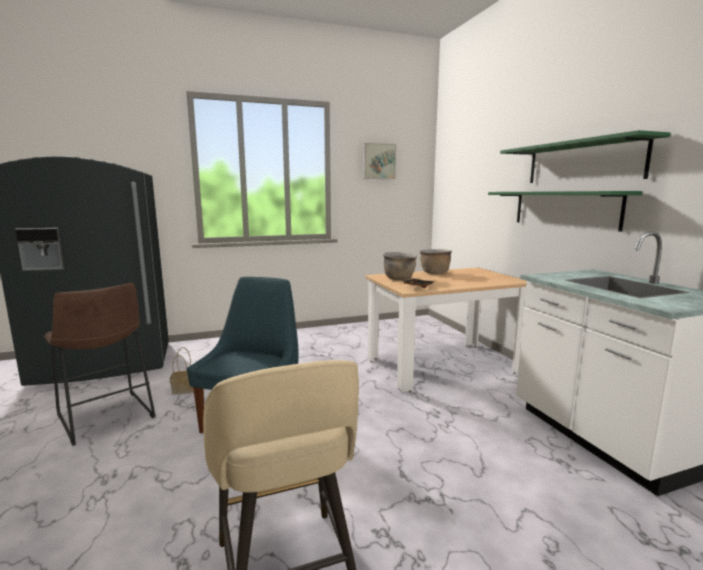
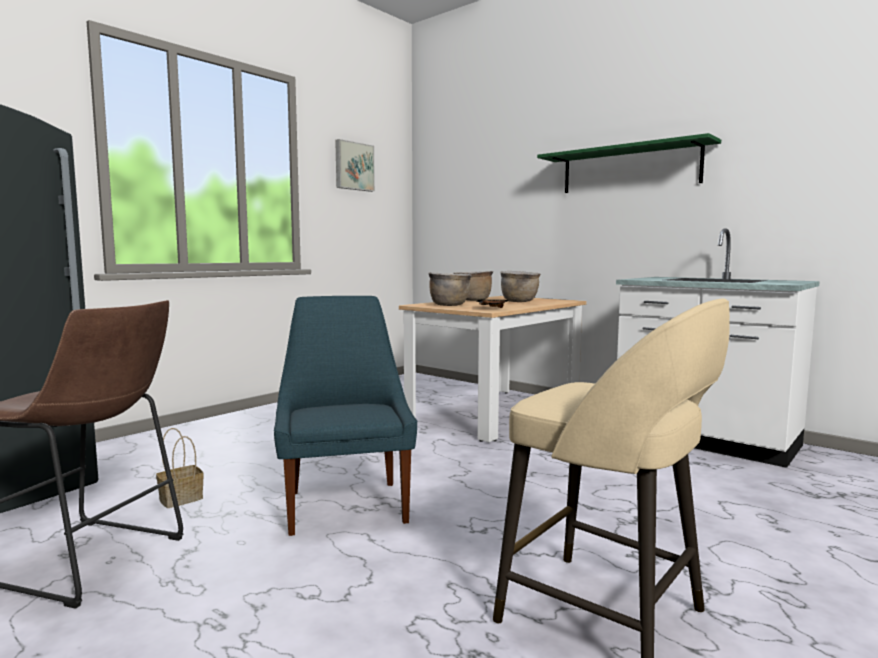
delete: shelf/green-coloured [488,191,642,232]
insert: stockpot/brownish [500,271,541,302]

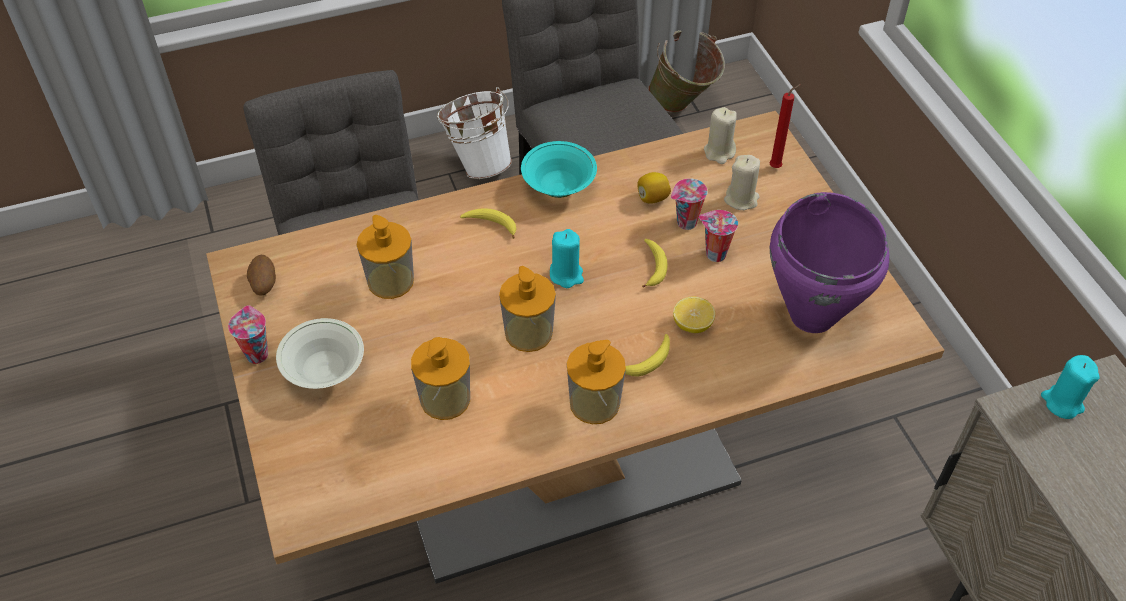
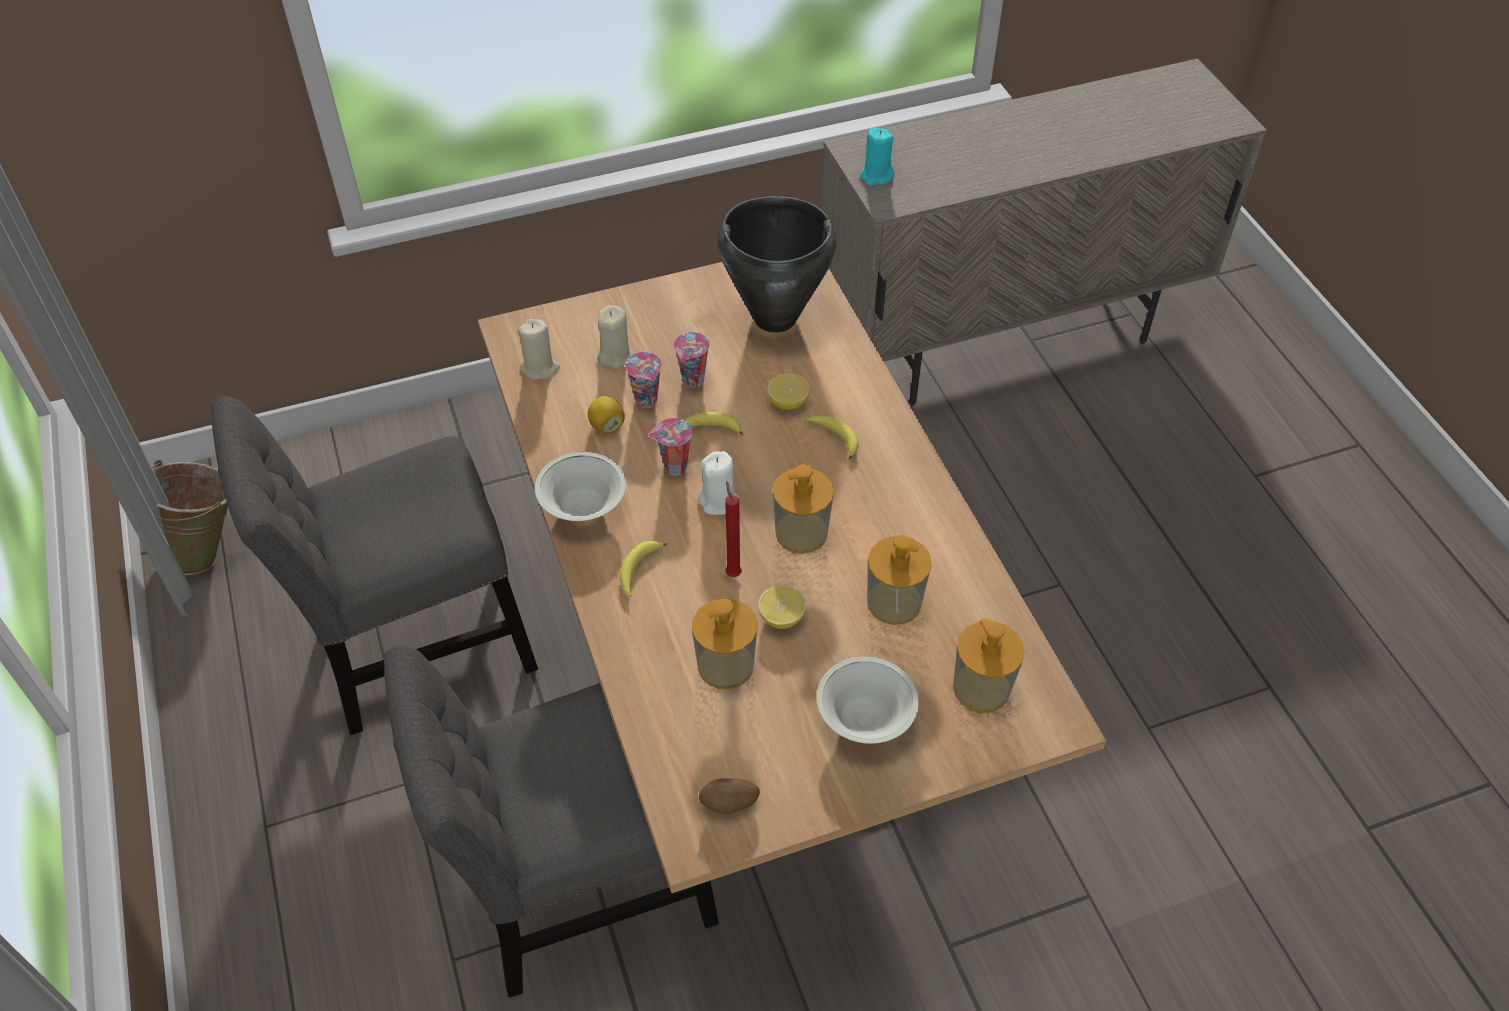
delete: bucket/white-coloured [437,87,512,179]
insert: citrus fruit [758,585,806,629]
move: wax candle/red [769,84,801,168] to [725,481,742,577]; drinking cup [228,305,268,364] to [648,418,693,475]; liquid soap bottle [567,340,626,424] to [953,618,1025,713]
recolor: serving bowl/turquoise-coloured [521,141,597,198] to serving bowl/white-coloured [535,452,626,521]; stockpot/purple-coloured [770,192,890,333] to stockpot/black-coloured [718,196,836,333]; wax candle/turquoise-coloured [550,229,584,288] to wax candle/white-coloured [698,451,740,515]

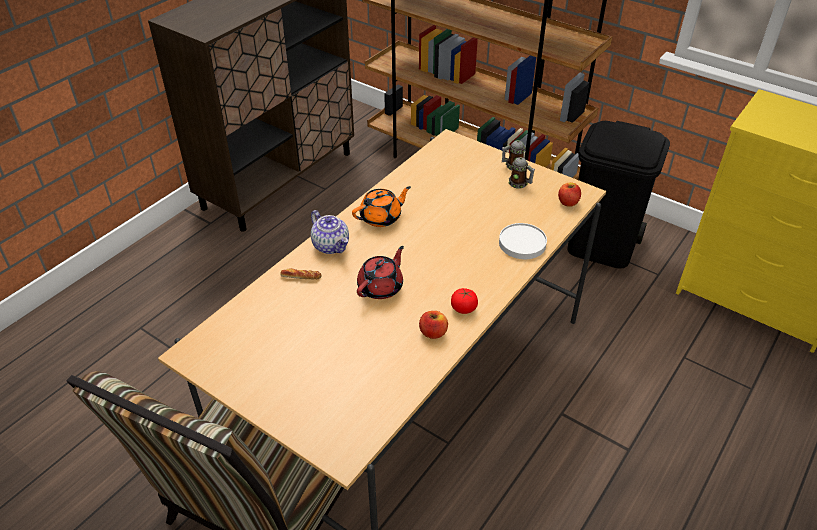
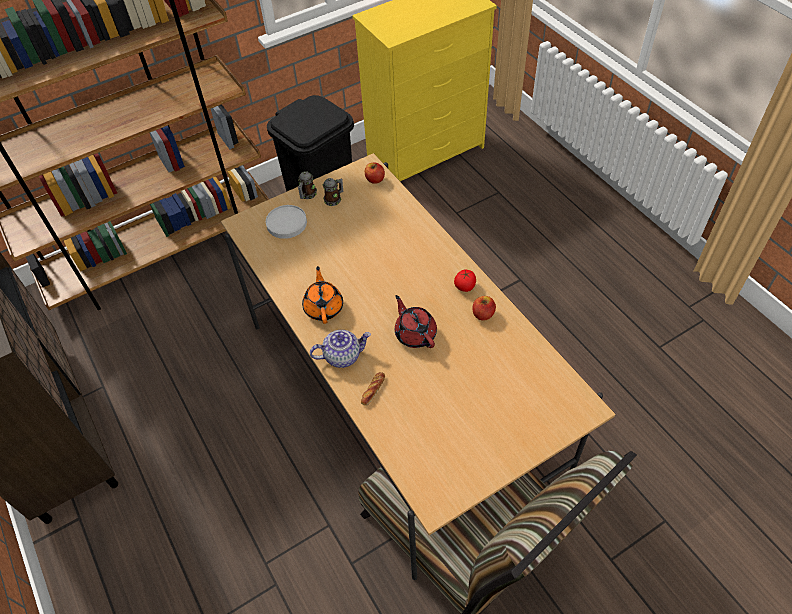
move: dinner plate/white-coloured [499,223,547,259] to [266,205,307,239]

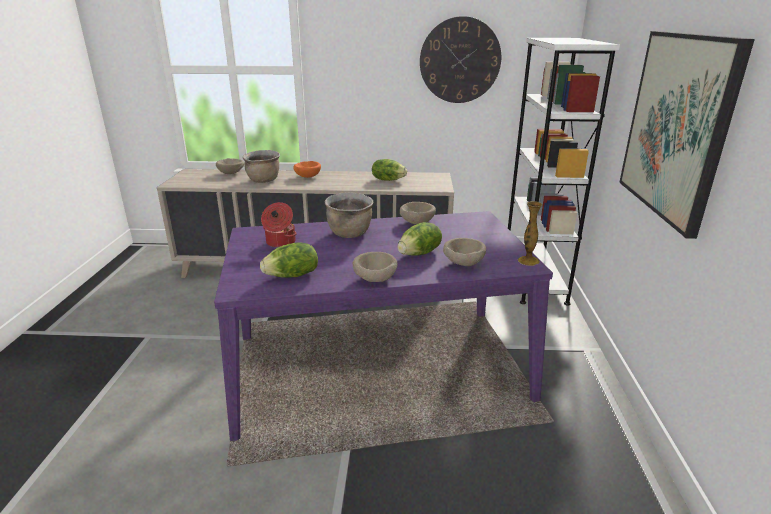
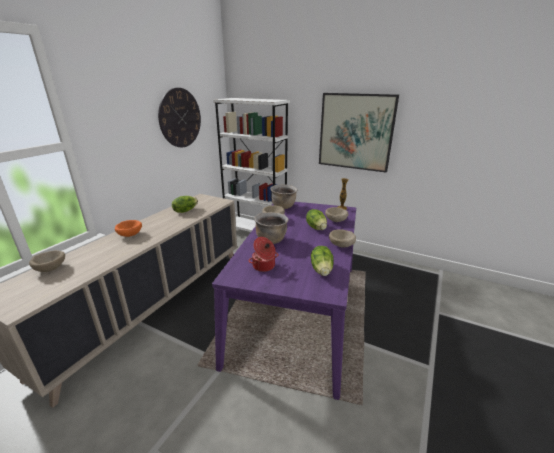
move: stockpot/brownish [242,150,280,183] to [271,184,297,209]

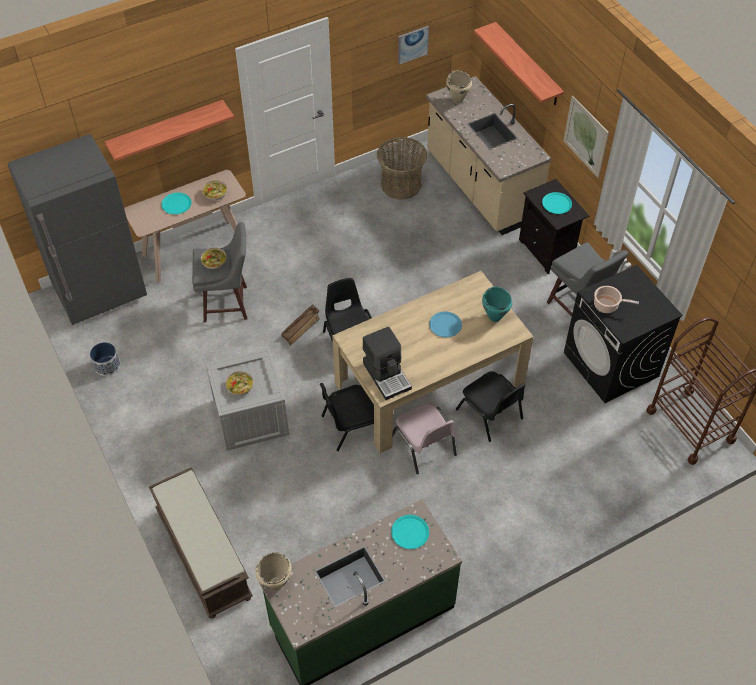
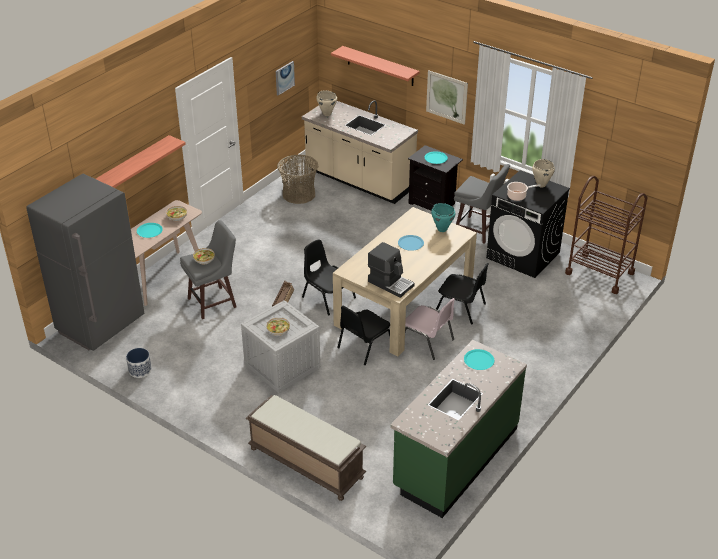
move: stockpot/beige [255,553,292,590] to [532,159,555,187]

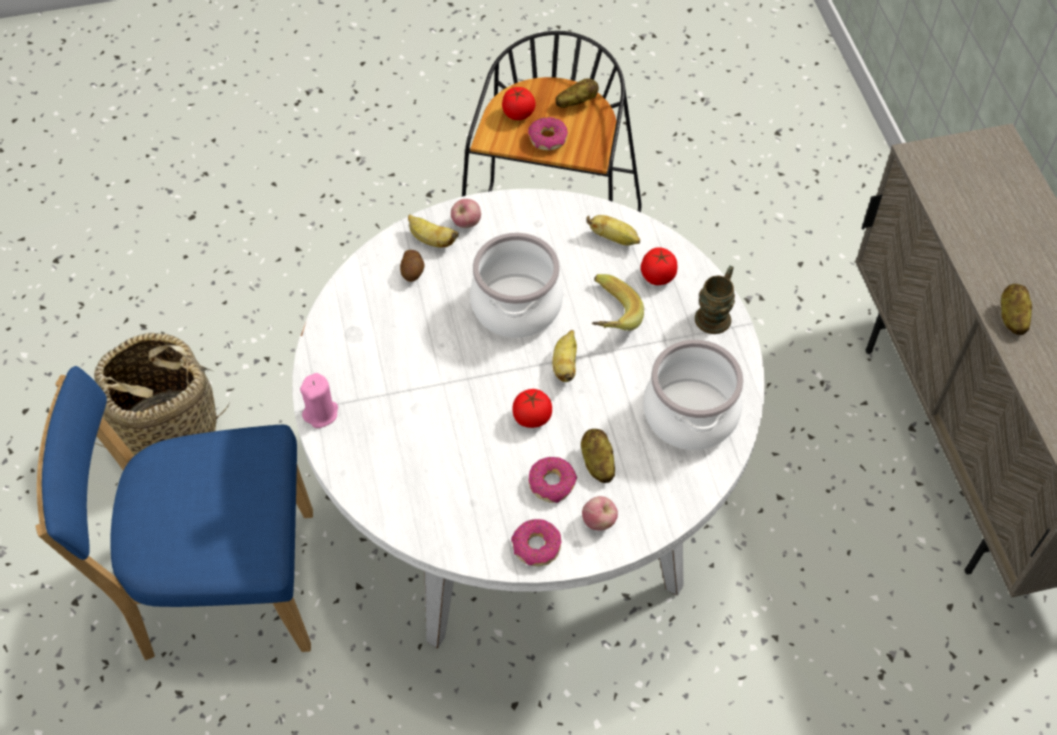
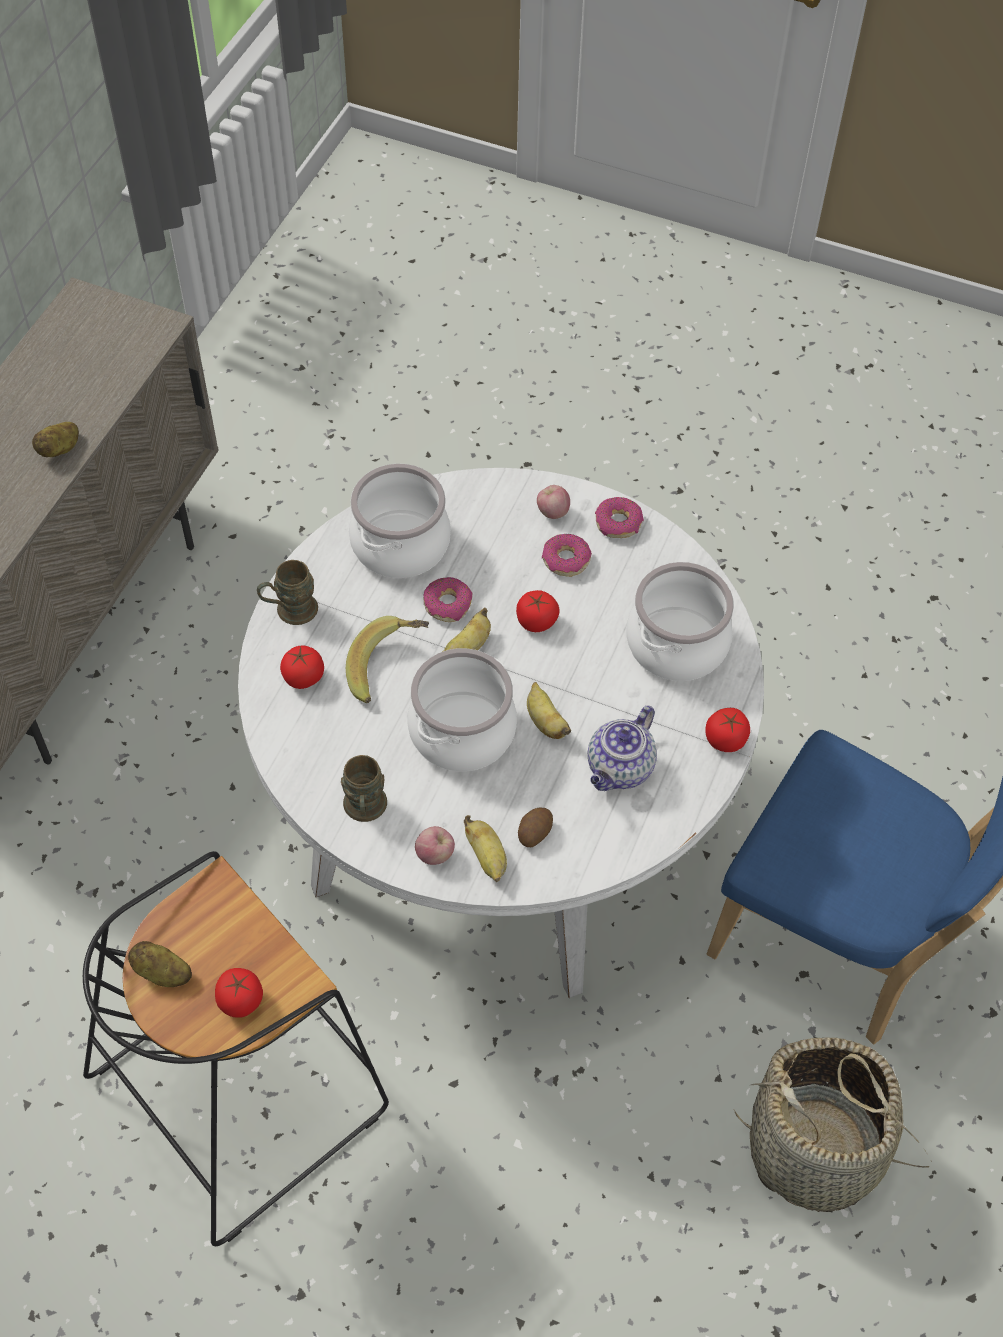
delete: potato [581,429,615,483]
insert: stockpot [627,562,734,681]; teapot [588,706,657,791]; tea mug/brownish [341,755,387,822]
move: ring doughnut [528,117,568,151] to [423,577,473,622]; whole banana [587,215,640,246] to [527,682,571,739]
replace: wax candle/pinkish [300,373,338,428] to fresh tomato [705,708,750,752]

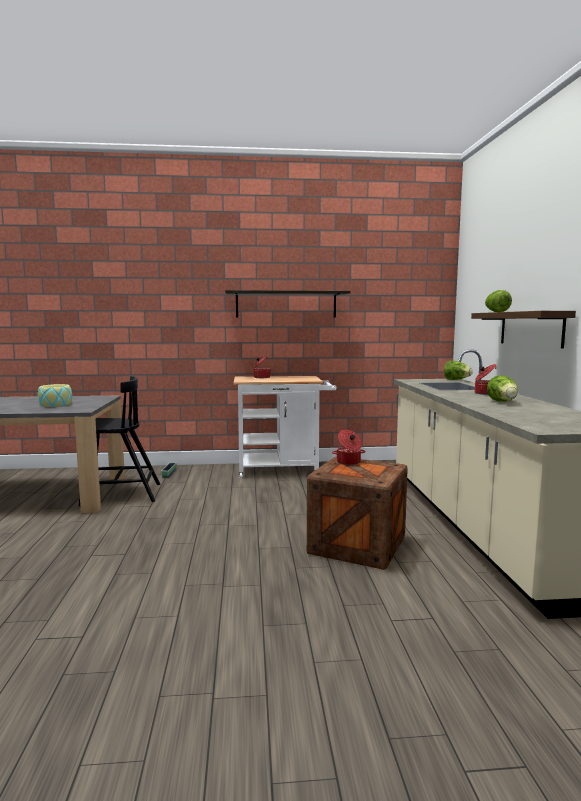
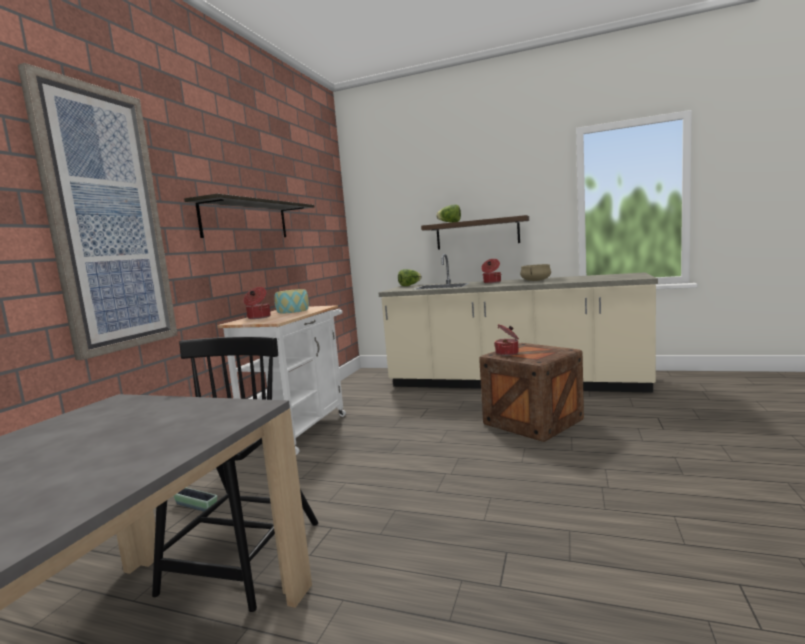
insert: picture [18,63,178,360]
move: serving bowl [38,384,72,407] to [274,289,309,313]
replace: head of lettuce [487,375,518,402] to stockpot/beige [520,264,551,281]

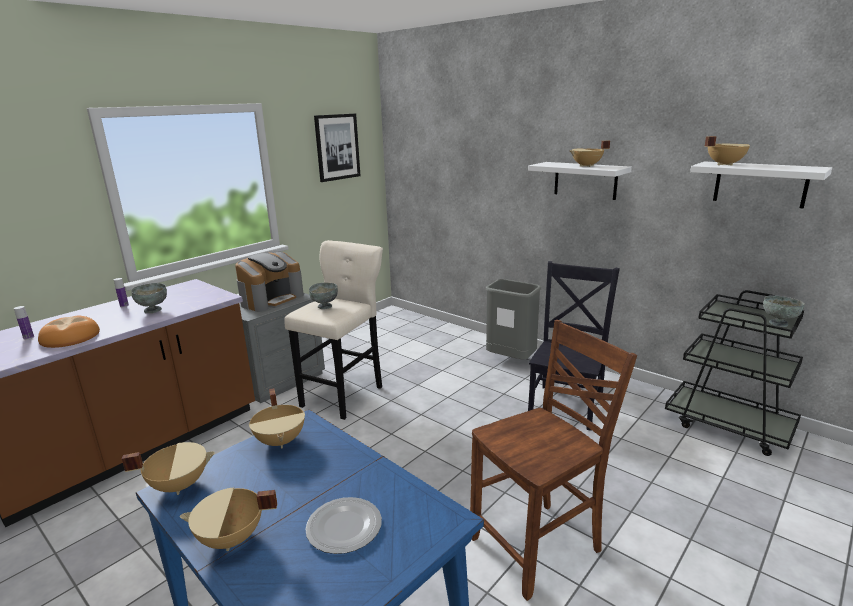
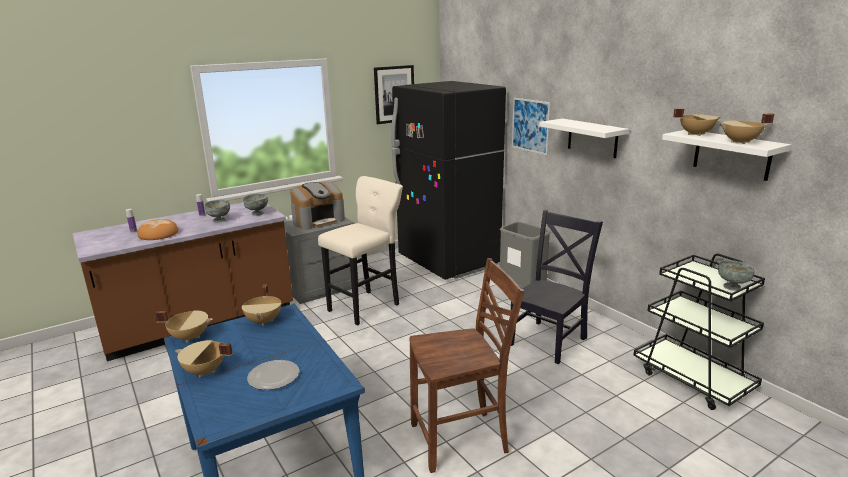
insert: kitchen fridge/black-coloured [391,81,506,280]; picture [512,98,551,155]
move: stockpot/beige [569,140,610,167] to [720,114,774,144]; serving bowl/greyish [309,283,338,309] to [243,194,268,215]

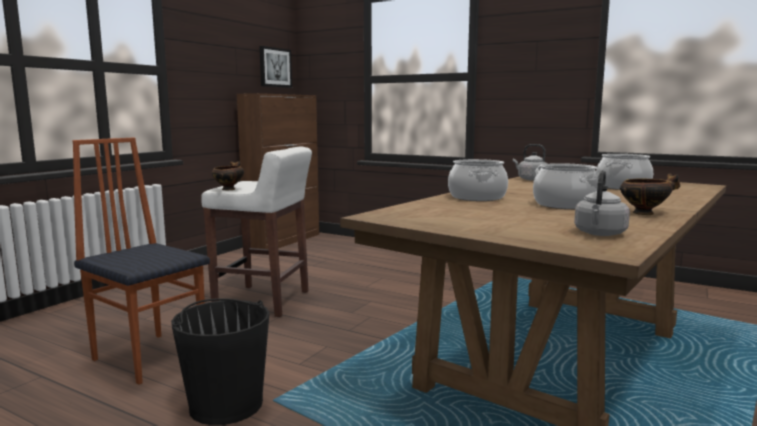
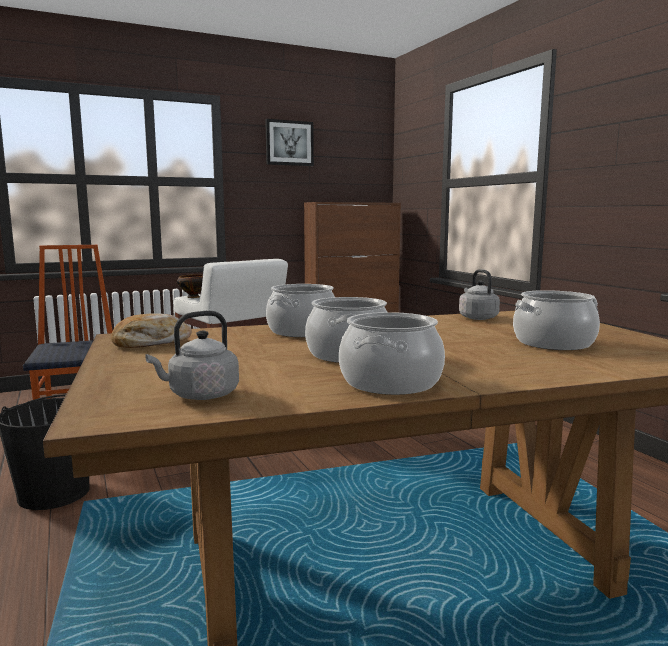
insert: bakery bread [111,314,192,348]
move: picture [259,46,292,88] to [265,119,314,166]
replace: serving bowl [620,173,681,215] to stockpot [339,312,445,395]

